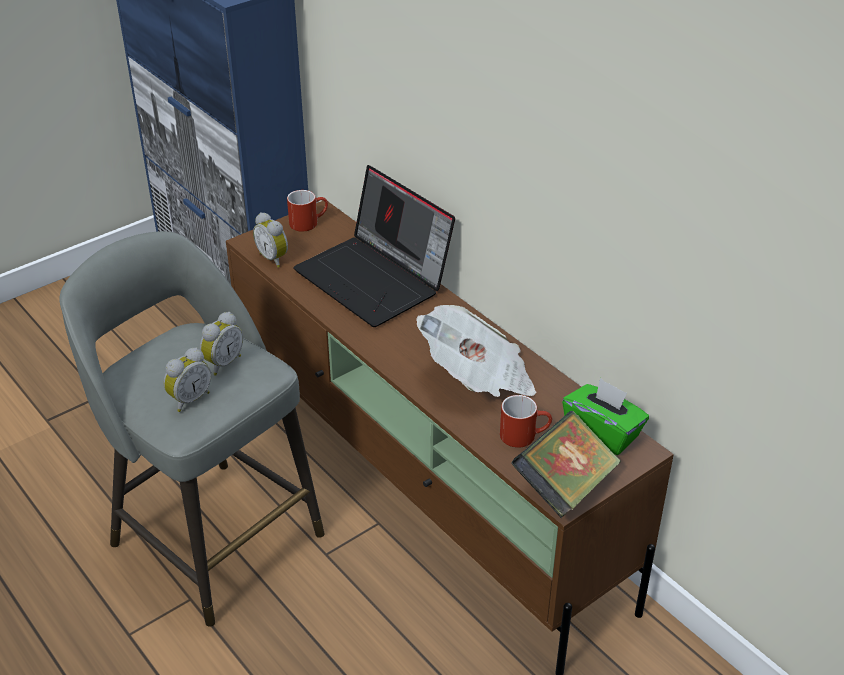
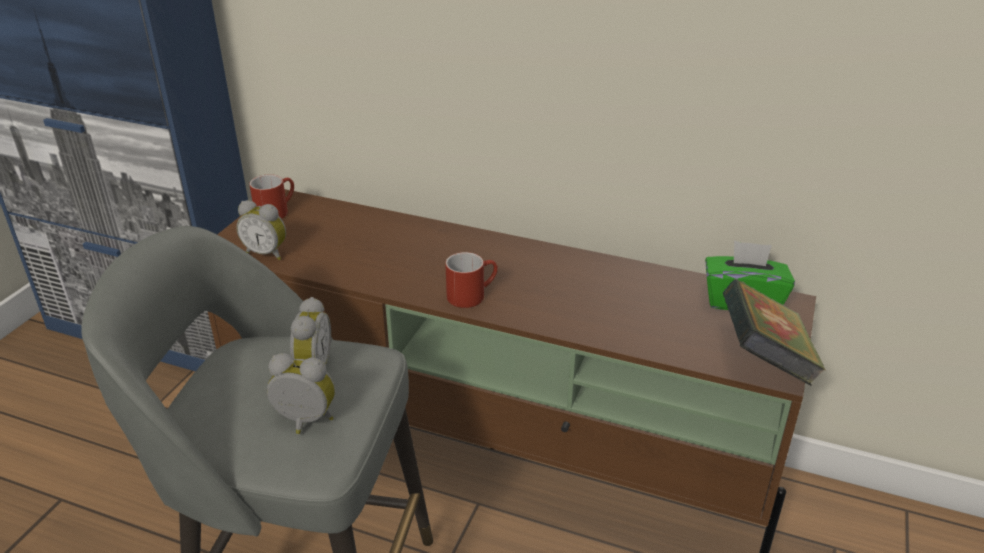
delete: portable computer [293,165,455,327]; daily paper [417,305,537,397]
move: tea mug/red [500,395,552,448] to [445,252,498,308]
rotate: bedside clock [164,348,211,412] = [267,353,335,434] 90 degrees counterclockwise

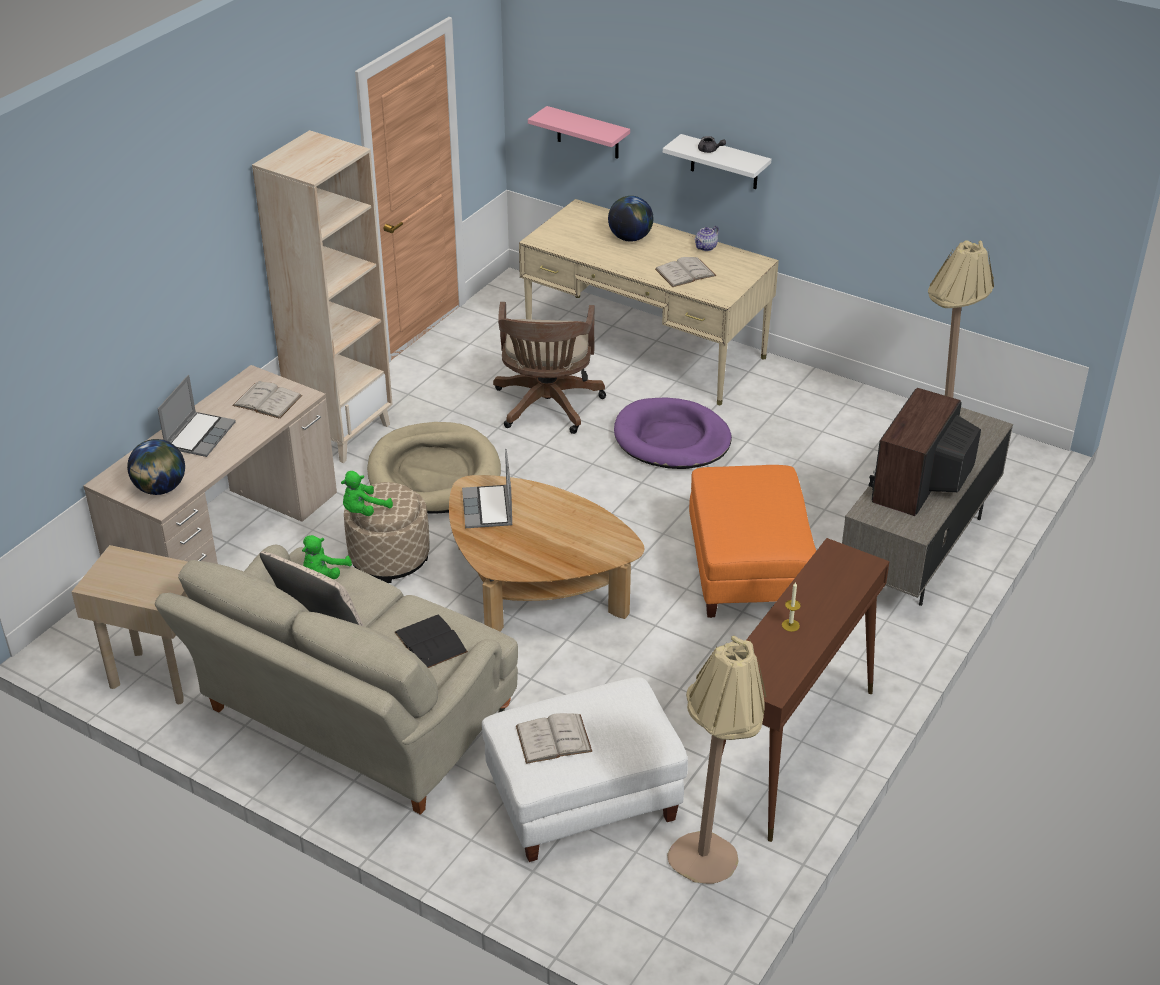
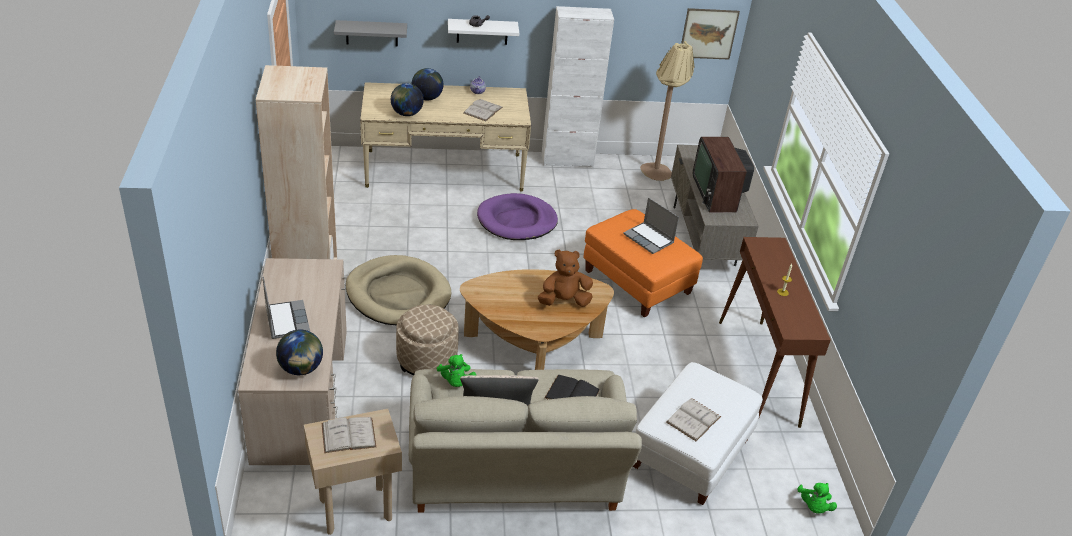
delete: office chair/brownish [493,302,606,434]; standard lamp/beige [667,636,766,884]
insert: storage cabinet/white-coloured [542,6,614,168]; picture [681,8,740,59]; globe [391,83,424,116]; soft toy/brownish [538,250,593,307]
move: bound book/white-coloured [232,381,302,419] to [322,417,376,453]; portable computer [462,449,513,528] to [623,198,679,254]; soft toy/green-coloured [341,471,393,516] to [797,483,837,514]
recolor: shelf/pinkish [528,106,630,159] to shelf/greyish [334,20,407,47]

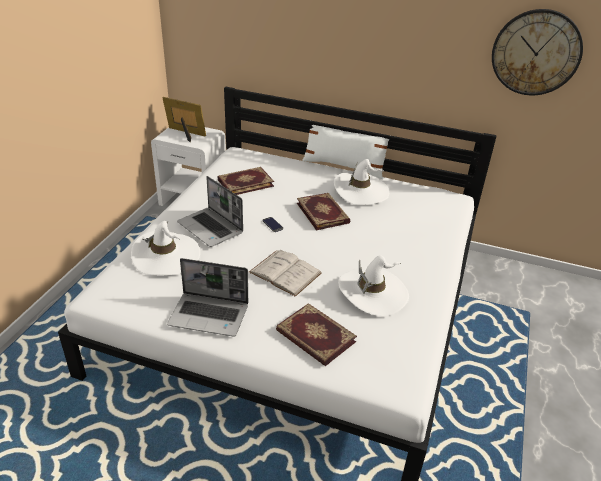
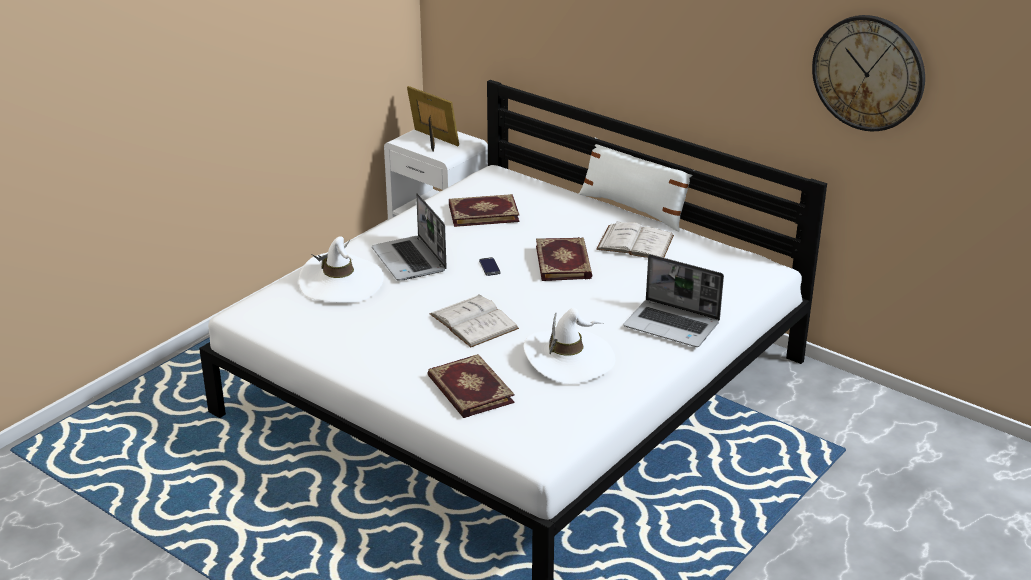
move: portable computer [167,258,248,337] to [623,254,724,347]
replace: wearable hat/white-coloured [334,159,389,205] to bound book/white-coloured [596,221,674,258]

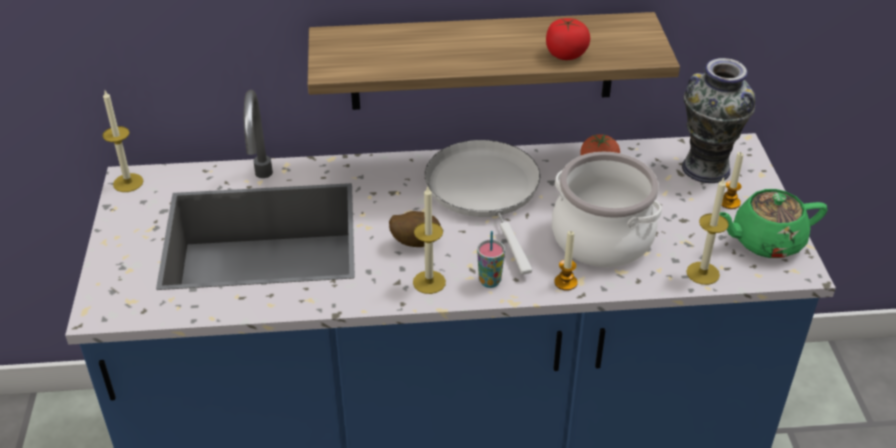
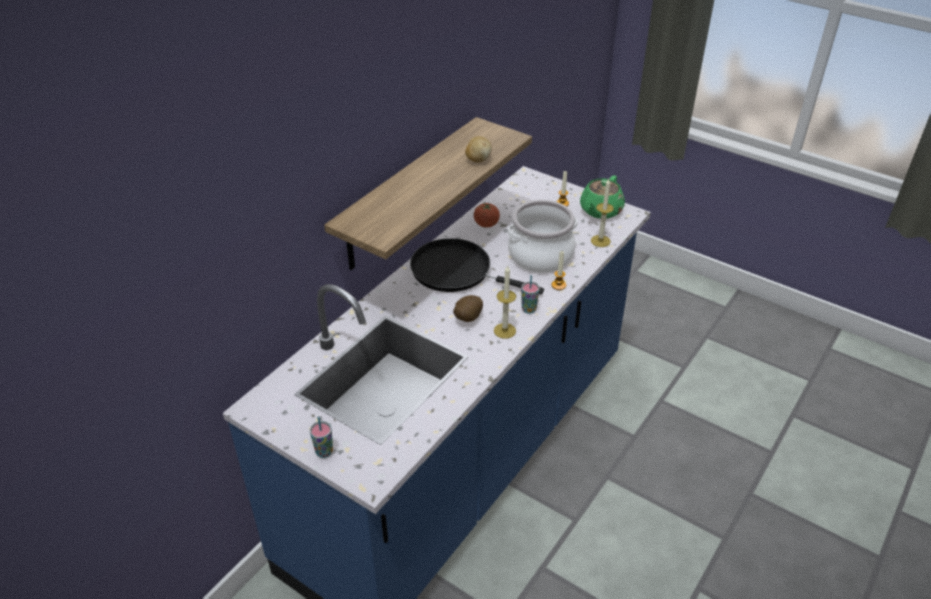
delete: flower vase [682,58,755,183]; wax candle [102,91,143,192]
insert: drinking cup [310,417,333,458]
replace: fresh tomato [546,18,590,60] to potato [465,136,492,162]
recolor: skillet/white-coloured [425,140,541,275] to skillet/black-coloured [410,238,544,294]

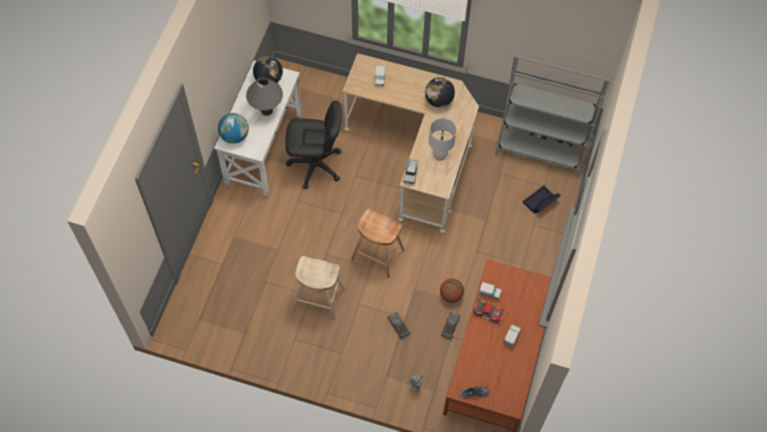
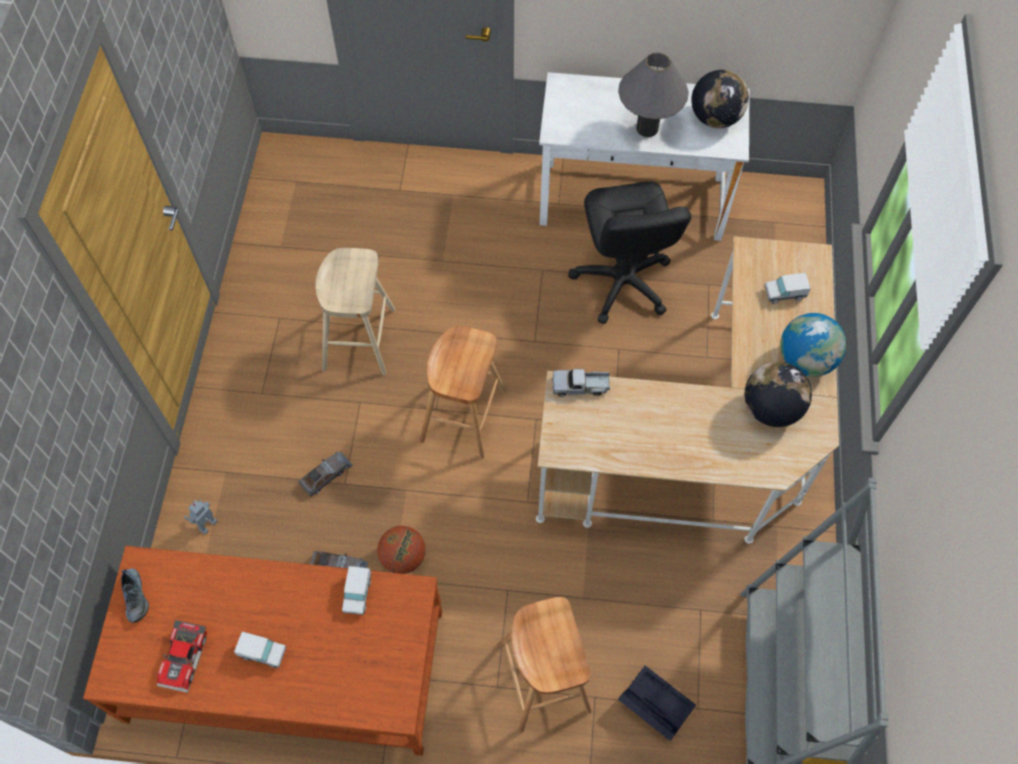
delete: table lamp/white-coloured [429,118,456,161]
insert: stool seat/brownish [497,597,592,733]
move: globe [218,113,249,144] to [780,313,846,377]; miniature car [473,298,505,324] to [157,620,207,693]

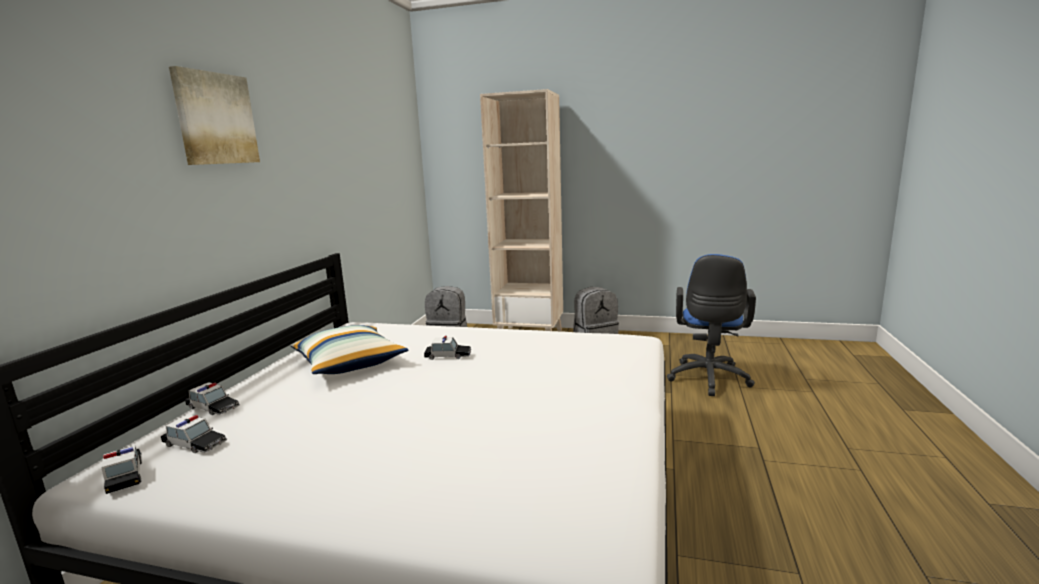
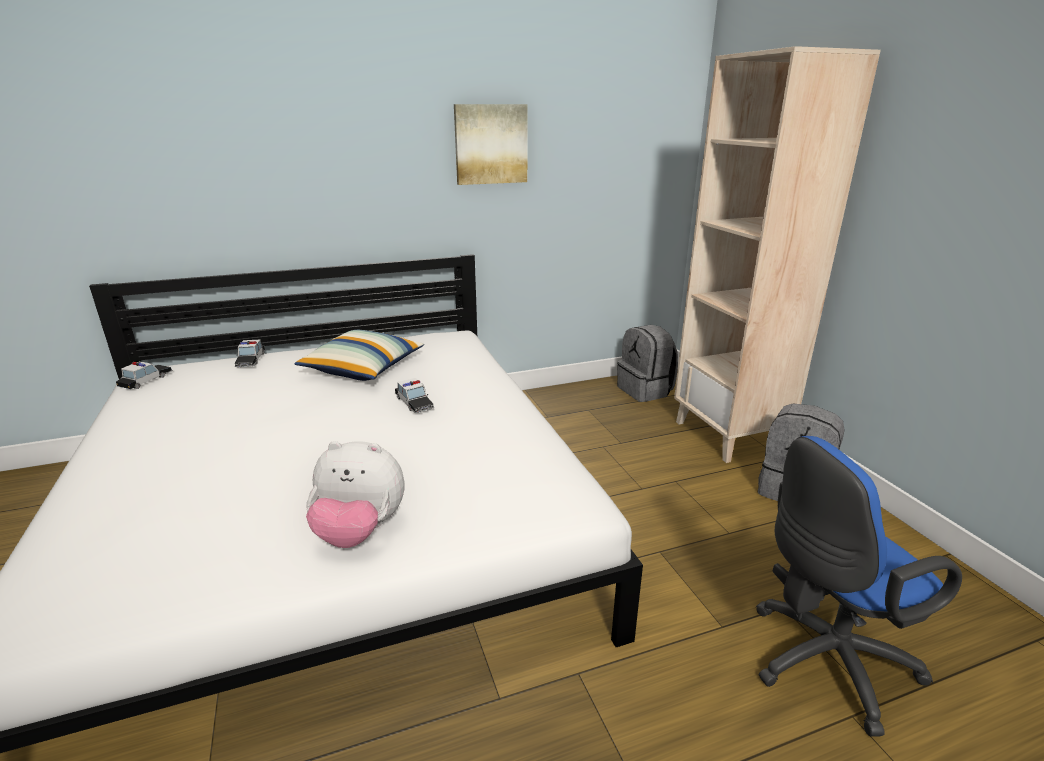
delete: miniature car [161,415,227,453]
insert: soft toy [306,441,405,548]
move: picture [169,66,260,165] to [454,104,528,185]

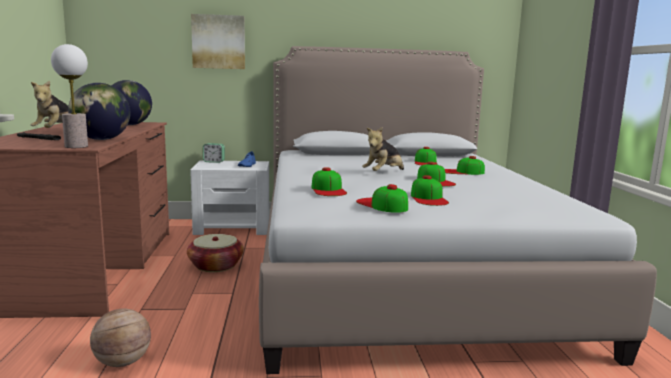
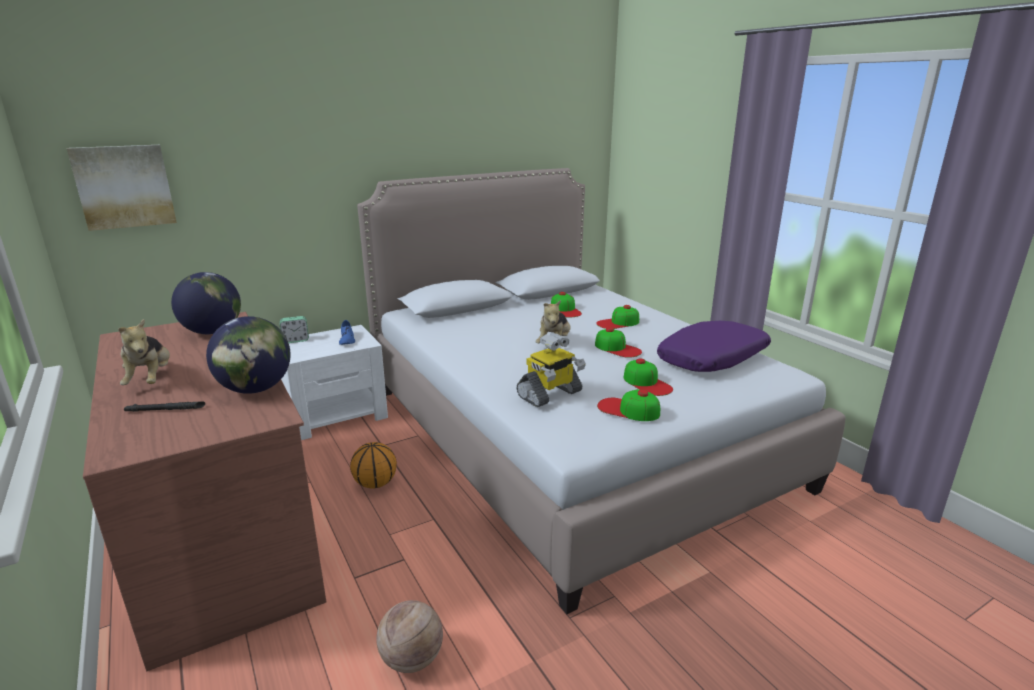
delete: table lamp [51,44,88,148]
insert: pillow/purple-coloured [657,321,771,372]
move: picture [191,14,245,69] to [67,145,177,231]
replace: peaked cap [311,167,347,196] to toy robot [516,333,586,407]; household basket [187,234,244,272] to basketball [350,442,397,489]

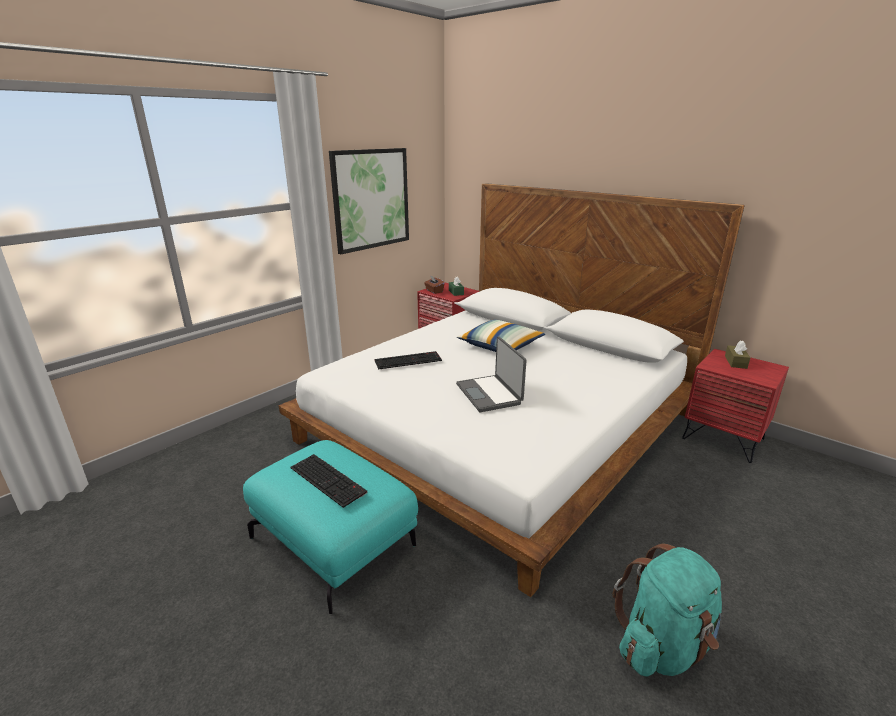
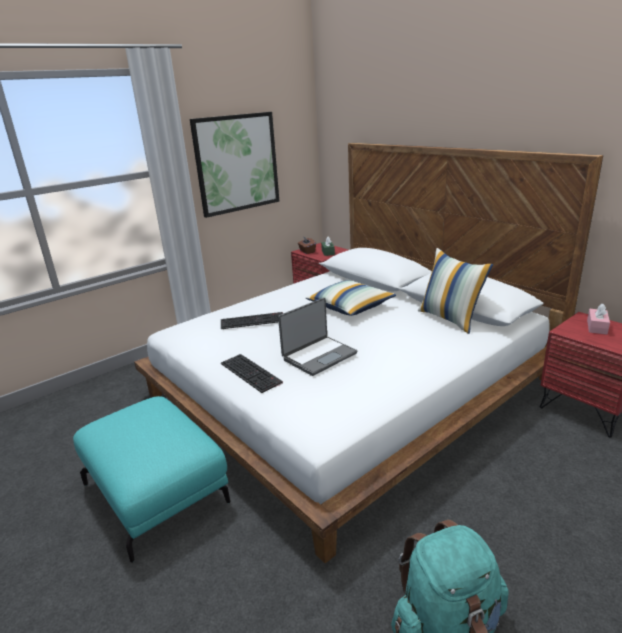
insert: pillow [418,248,493,334]
move: keyboard [291,454,367,508] to [221,354,283,393]
recolor: tissue holder/brownish [725,340,750,369] to tissue holder/pinkish [587,303,610,335]
rotate: portable computer [456,336,527,412] = [278,298,357,376] 120 degrees counterclockwise

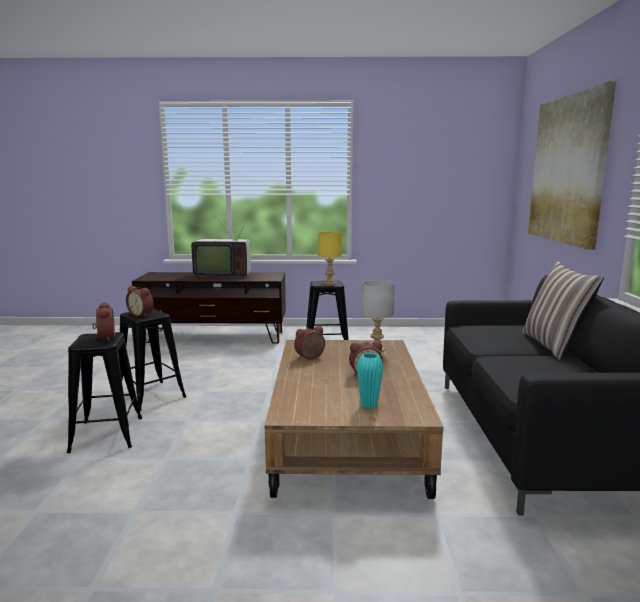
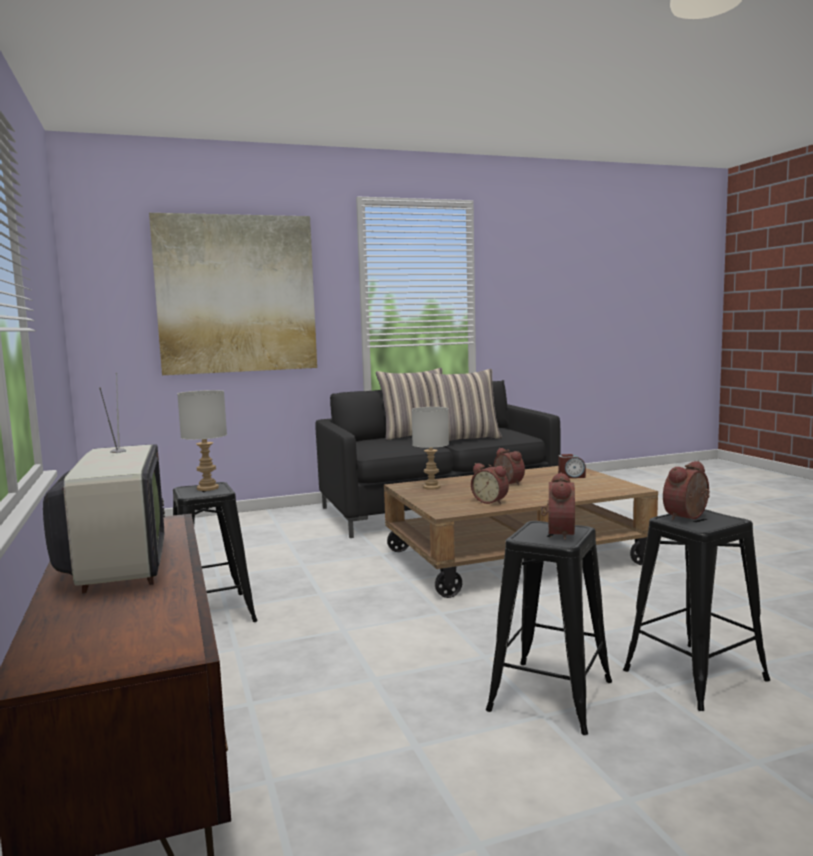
insert: pillow [423,369,502,441]
replace: flower vase/turquoise-coloured [357,353,384,409] to bedside clock [558,454,586,478]
recolor: table lamp/yellowish [318,232,342,285] to table lamp/greyish [177,390,227,491]

